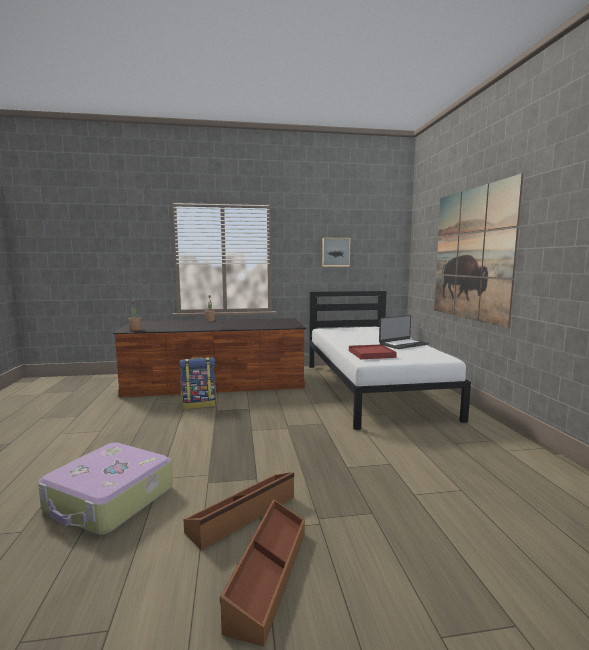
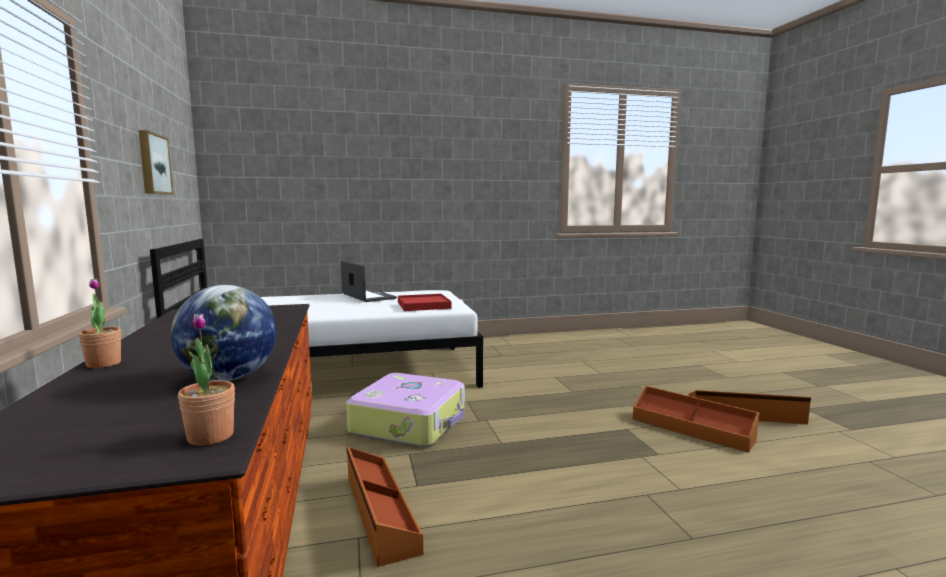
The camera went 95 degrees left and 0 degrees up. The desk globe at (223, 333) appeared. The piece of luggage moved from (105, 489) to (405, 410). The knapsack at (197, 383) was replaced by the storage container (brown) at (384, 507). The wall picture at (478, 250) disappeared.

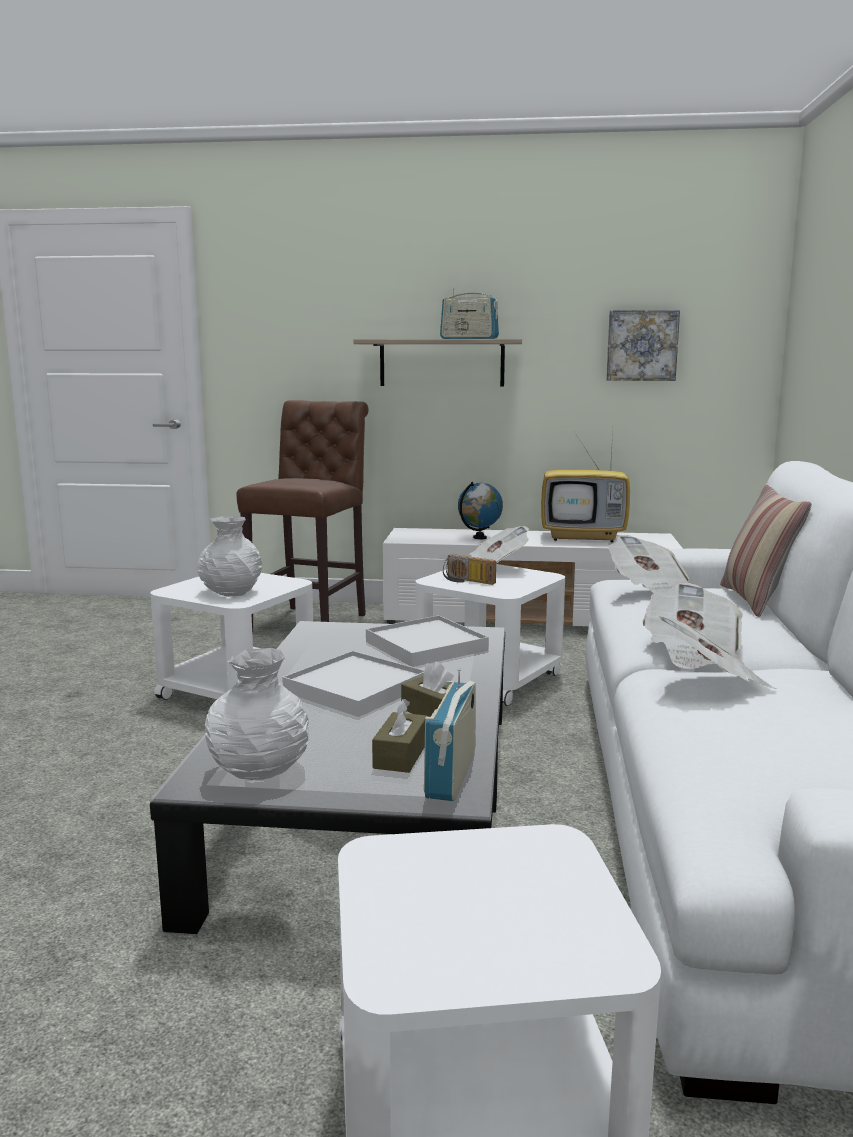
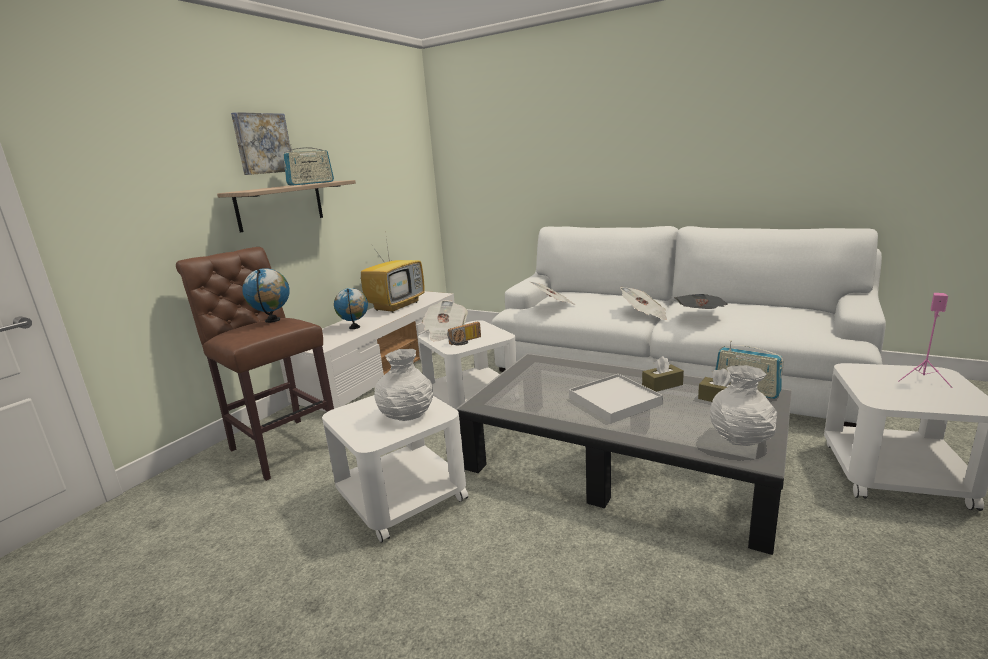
The camera went 65 degrees left and 5 degrees up. The wall picture moved from (643, 345) to (261, 143). The desk globe at (266, 295) appeared. The loudspeaker (pink) at (926, 340) appeared. The serving tray (white) at (427, 641) disappeared. The throw pillow at (766, 550) disappeared.

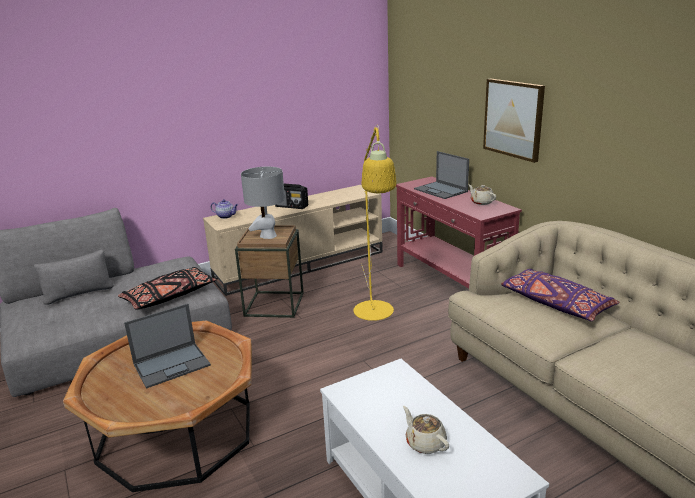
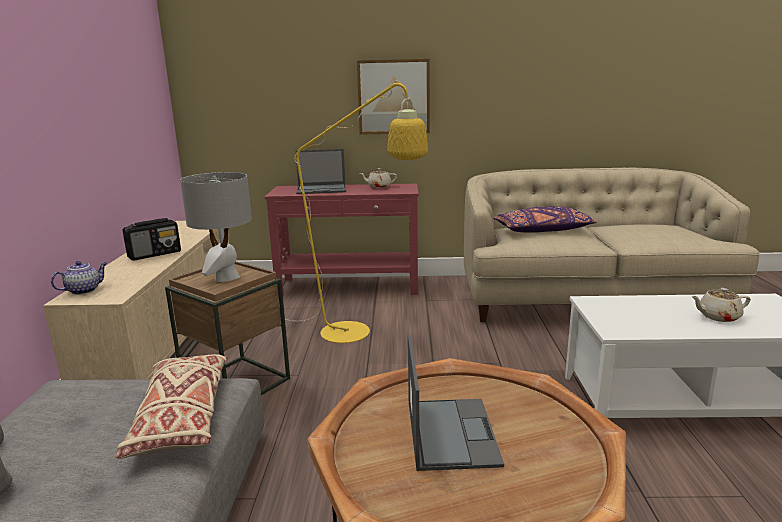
The camera went 60 degrees left and 5 degrees down. The throw pillow (black-coloured) at (167, 288) became the throw pillow (beige) at (171, 406).

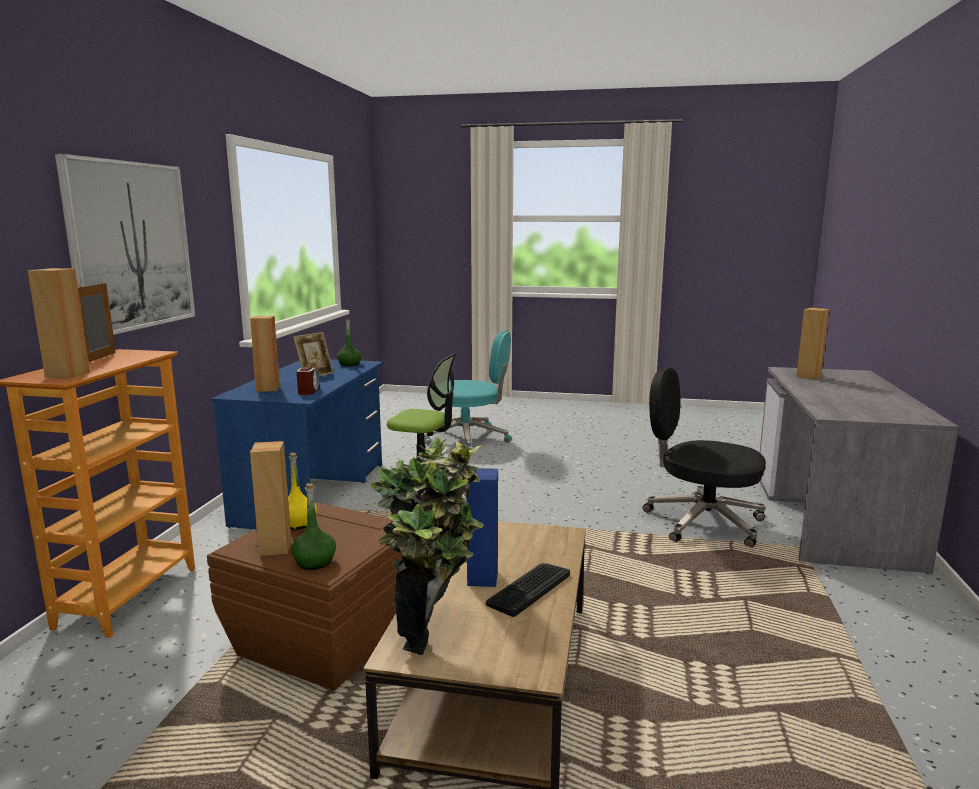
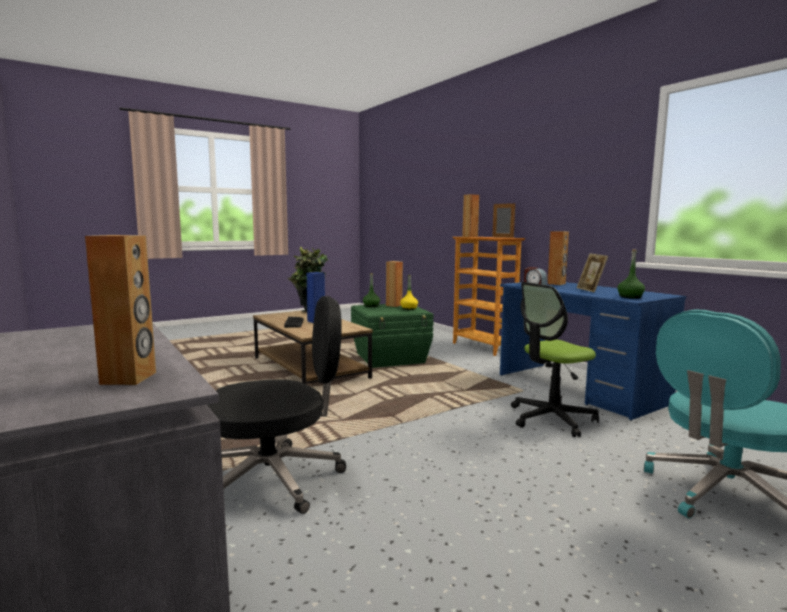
The camera went 135 degrees right and 5 degrees down. The storage container (brown) at (304, 596) became the storage container (green-coloured) at (392, 336). The wall picture at (125, 244) disappeared.

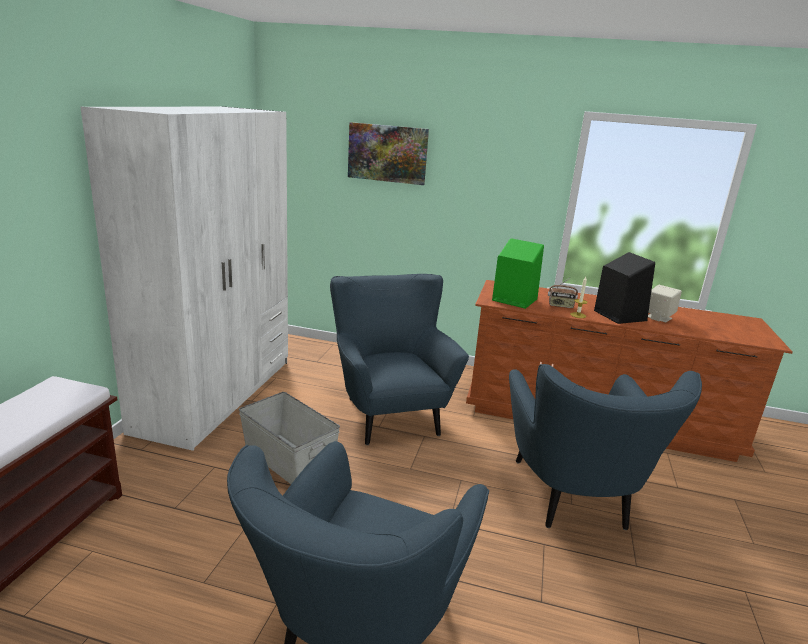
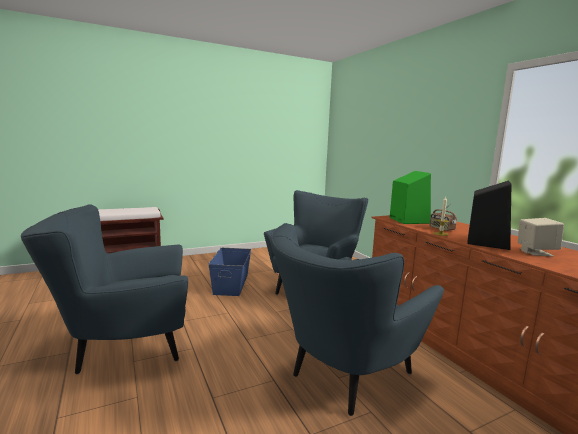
The camera went 50 degrees right and 10 degrees down. The storage container (grey) at (289, 438) became the storage container (blue-coloured) at (229, 272). The clothes cupboard (white) at (184, 278) disappeared. The wall picture at (388, 153) disappeared.

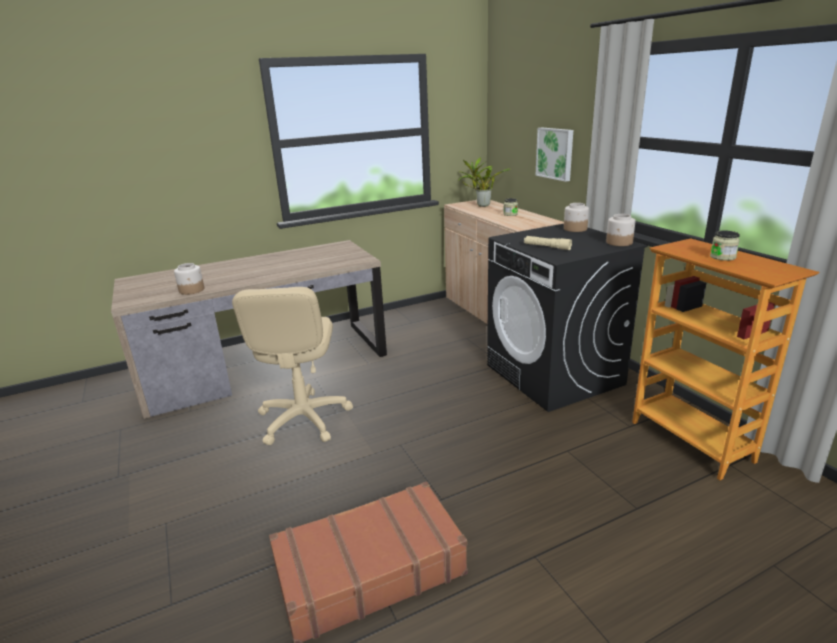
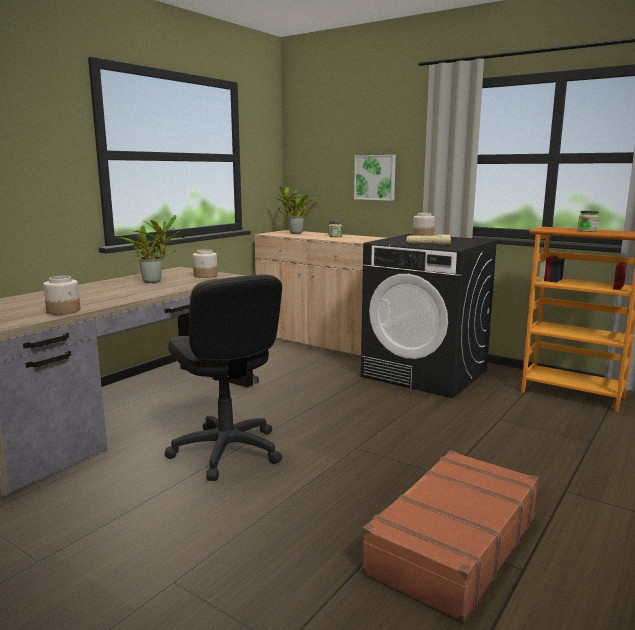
The camera went 30 degrees left and 10 degrees down. The houseplant at (146, 249) appeared. The computer chair (beige) at (292, 366) became the computer chair (black-coloured) at (223, 377). The preserve jar moved from (621, 230) to (205, 263).

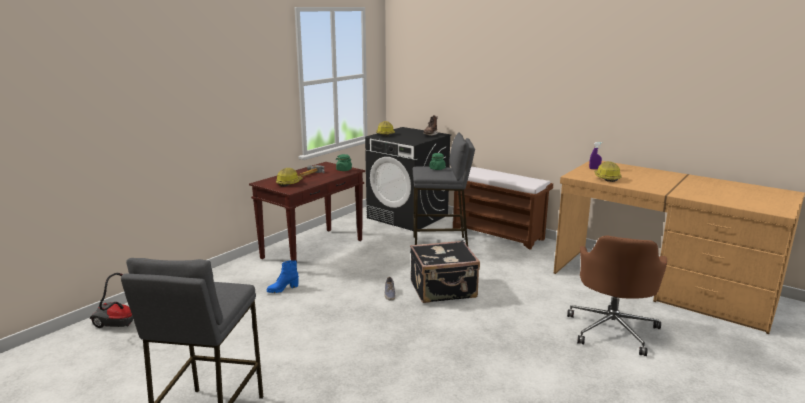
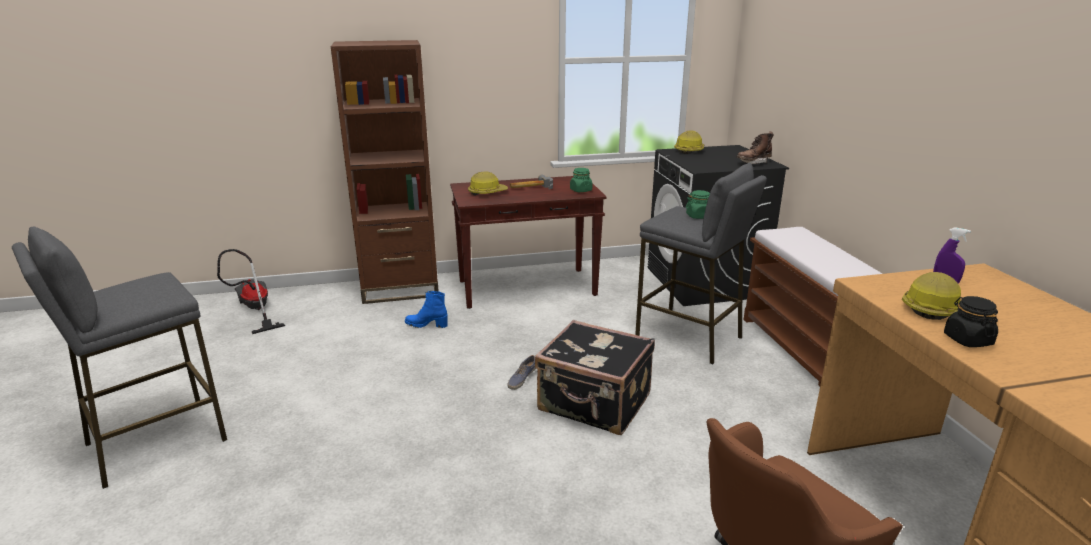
The camera went 40 degrees right and 5 degrees up. The bookcase (brown) at (385, 172) appeared. The preserve jar (black-coloured) at (971, 321) appeared.

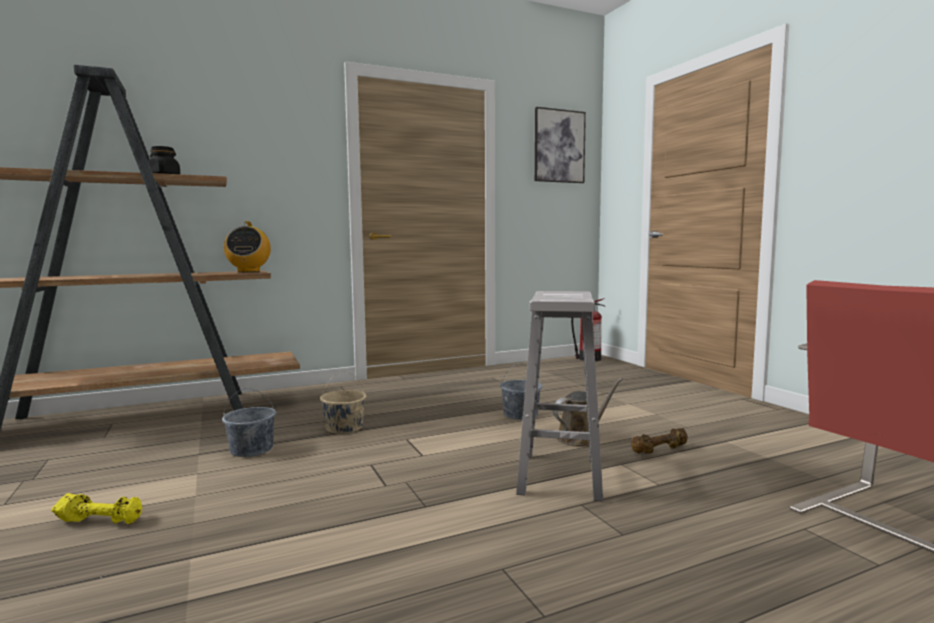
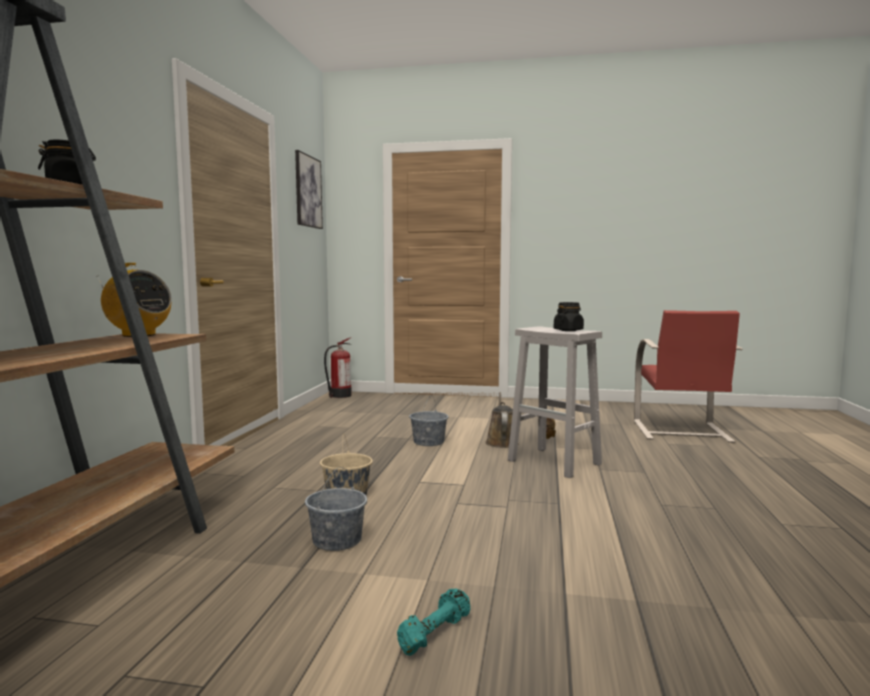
The camera went 55 degrees left and 0 degrees up. The hand weight (yellow-coloured) at (96, 508) became the hand weight (blue-green) at (434, 622). The preserve jar (black-coloured) at (569, 316) appeared.

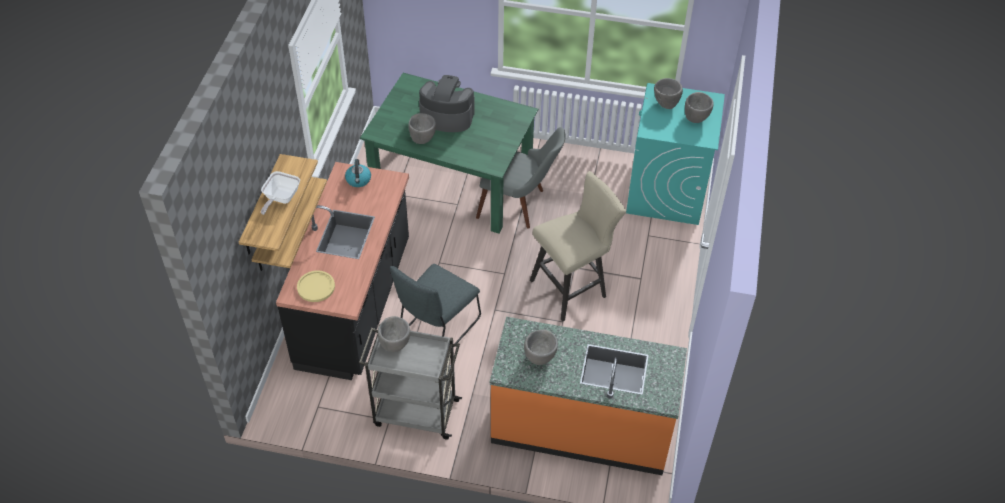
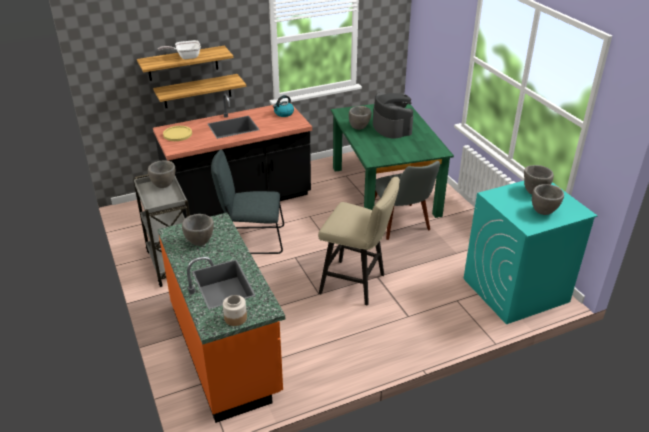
The camera went 55 degrees right and 15 degrees down. The preserve jar at (235, 310) appeared.

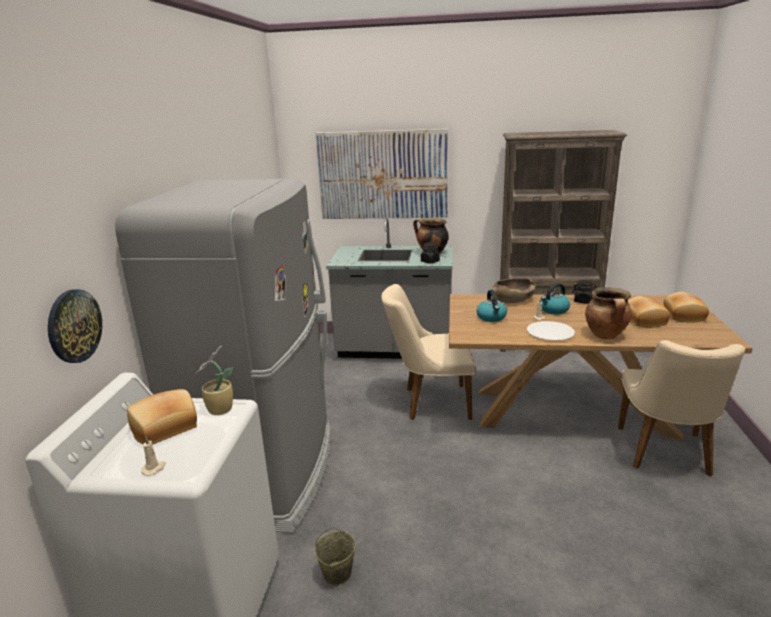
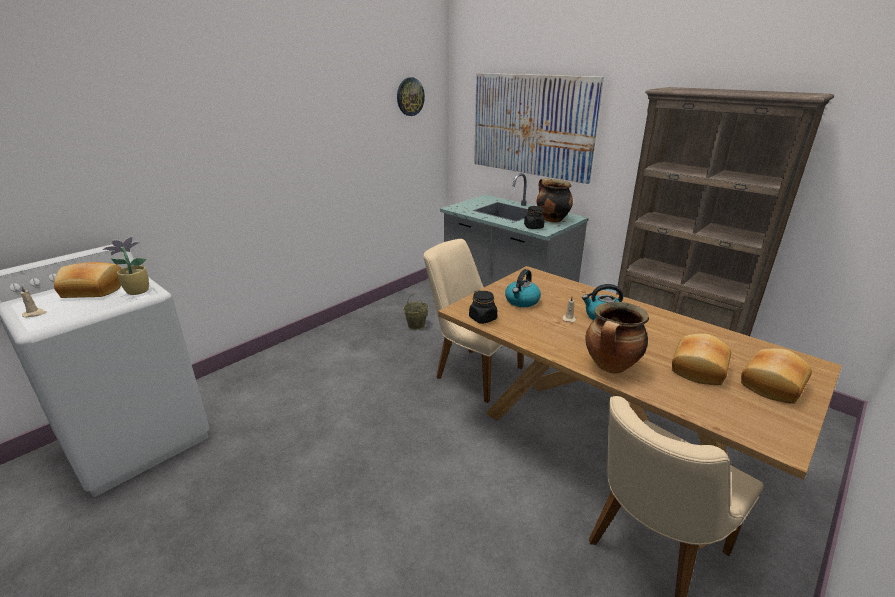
The camera went 35 degrees right and 5 degrees up. The clock on the wall moved from (75, 326) to (411, 96). The water bucket (beige) moved from (335, 556) to (416, 311). The preserve jar (black-coloured) moved from (584, 291) to (483, 307). The kitchen fridge (grey) at (223, 356) disappeared. The serving bowl (brown) at (514, 290) disappeared. The plate (white) at (551, 331) disappeared.

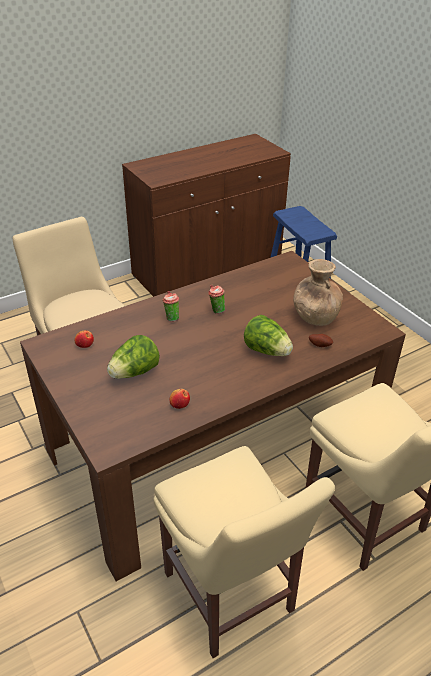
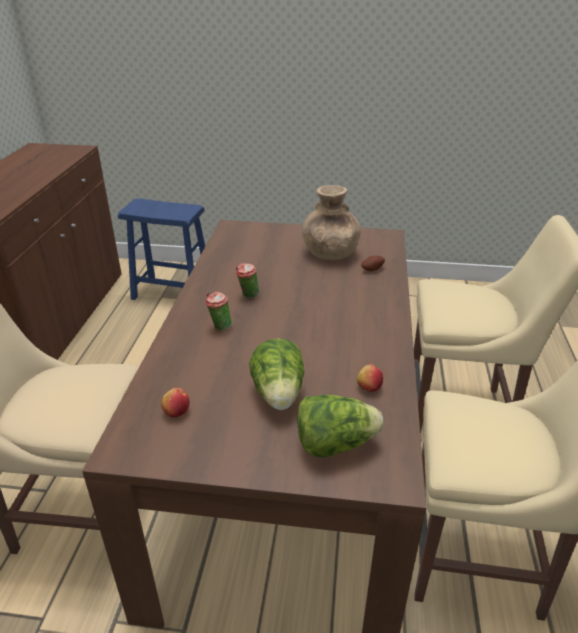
The camera went 50 degrees left and 5 degrees down. The head of lettuce moved from (268, 335) to (340, 426).

